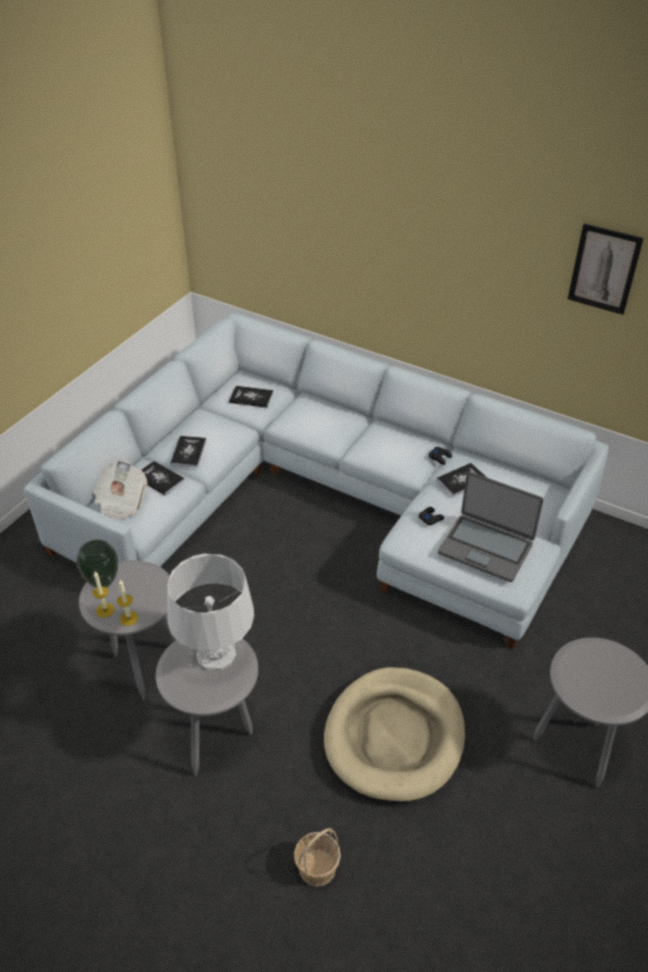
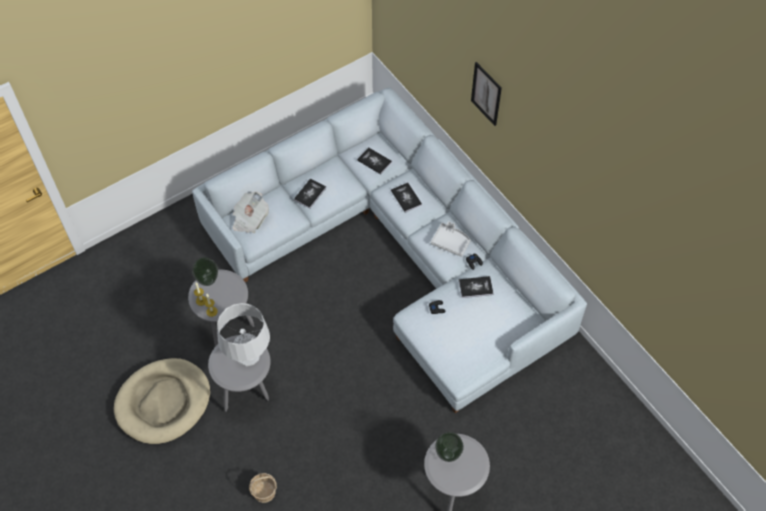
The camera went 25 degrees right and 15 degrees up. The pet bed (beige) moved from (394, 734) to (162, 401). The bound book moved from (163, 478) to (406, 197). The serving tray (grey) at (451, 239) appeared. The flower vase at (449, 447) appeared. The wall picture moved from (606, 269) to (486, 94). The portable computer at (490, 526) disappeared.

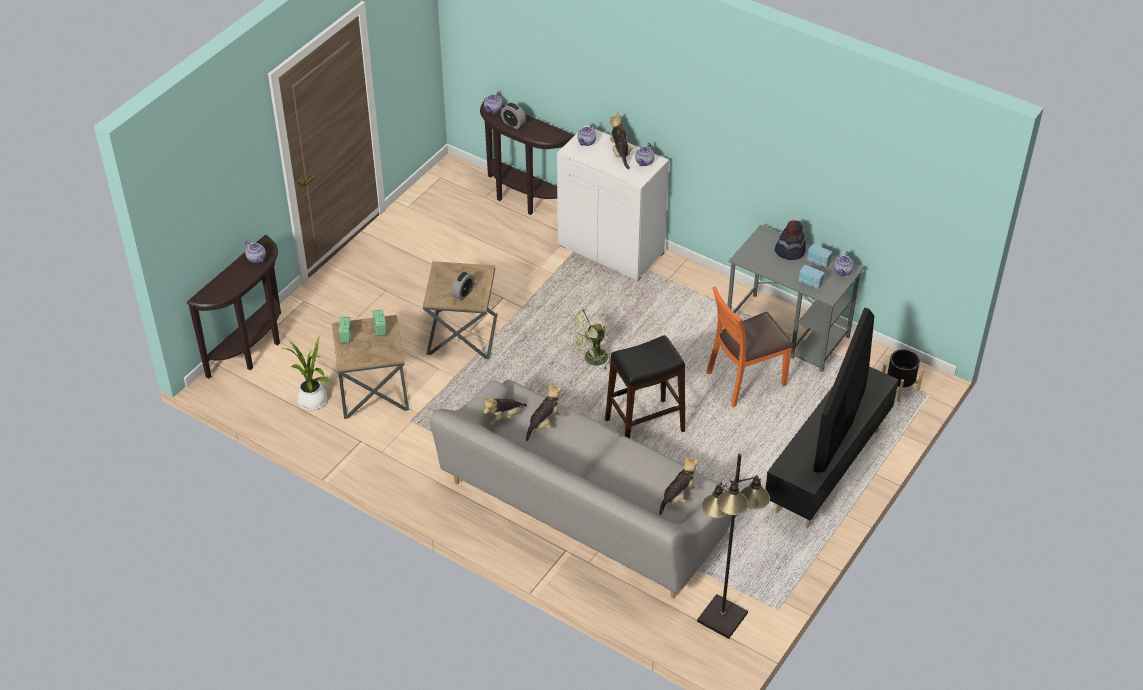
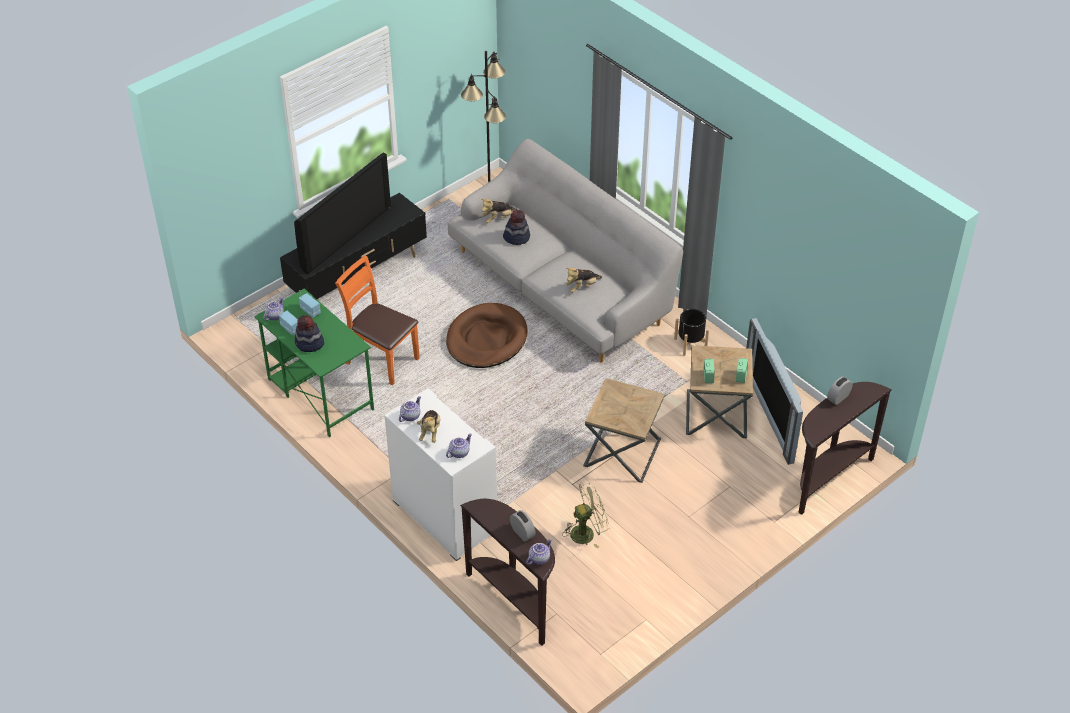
The camera went 165 degrees left and 0 degrees up. The desk (grey) at (795, 298) became the desk (green-coloured) at (314, 363). The plain chair (orange-coloured) at (750, 347) turned 135 degrees counterclockwise. The sitting stool (black-coloured) at (645, 386) was replaced by the pet bed (brown) at (486, 335). The wearable hat at (516, 227) appeared. The cooling fan (green-coloured) moved from (589, 339) to (585, 515). The flower pot (black-coloured) moved from (903, 375) to (691, 332). The houseplant at (305, 373) was replaced by the TV at (774, 391). The bedside clock moved from (463, 286) to (840, 391). The teapot at (255, 251) disappeared. The plush toy at (505, 412) disappeared.

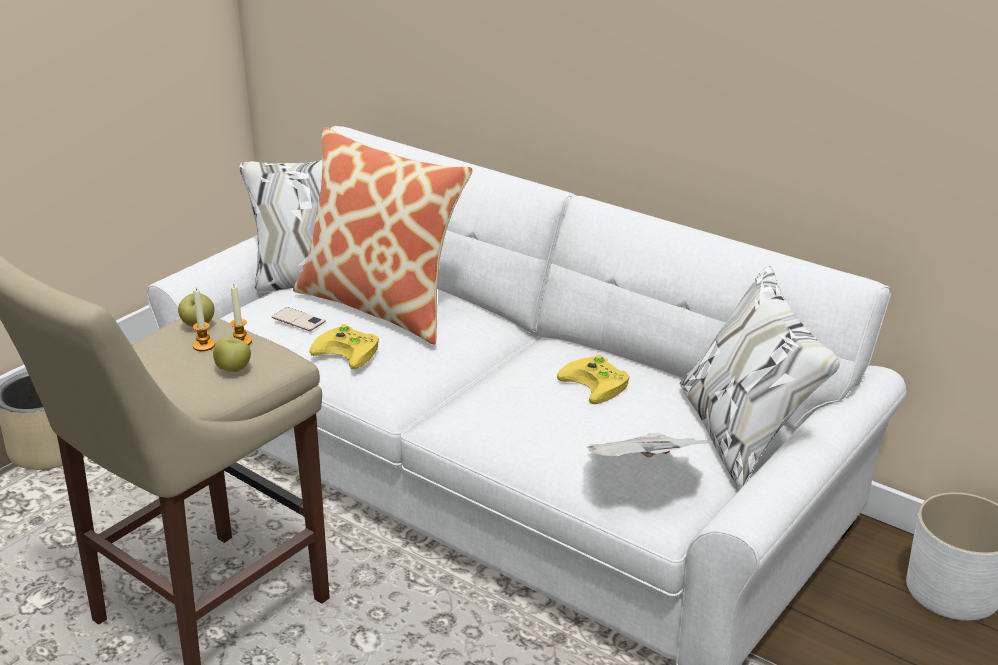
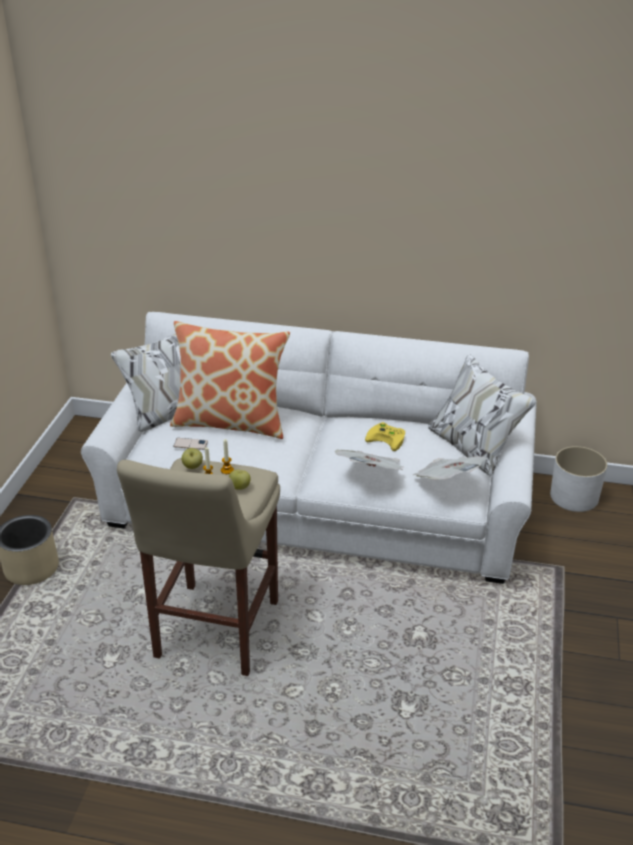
The camera went 25 degrees left and 5 degrees up. The newspaper at (369, 460) appeared. The gamepad (yellow-coloured) at (344, 346) disappeared.

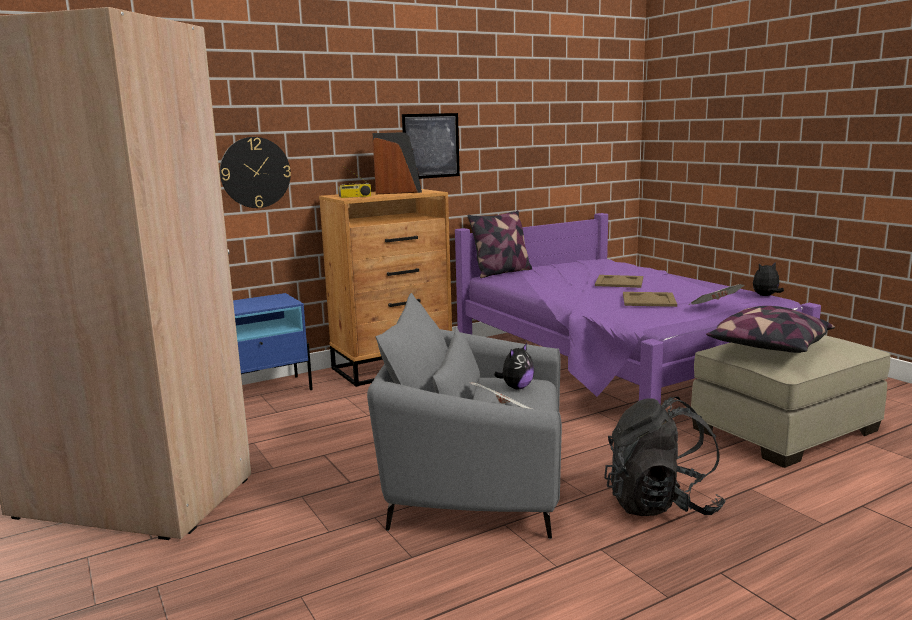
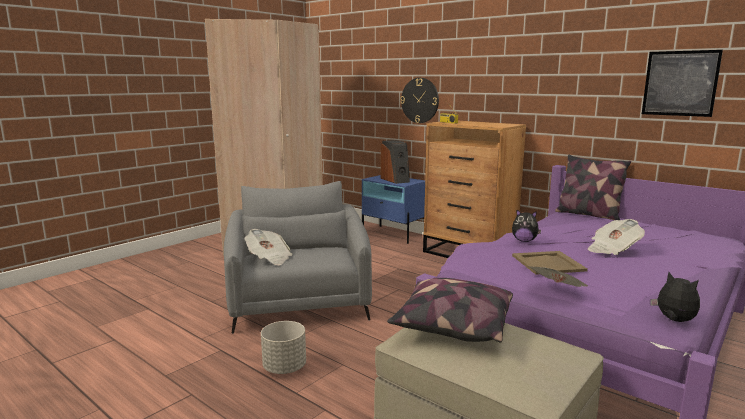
The camera went 70 degrees right and 0 degrees up. The knapsack (black-coloured) at (665, 456) was replaced by the flower pot (grey) at (283, 347). The loudspeaker moved from (397, 163) to (395, 162). The plush toy moved from (514, 366) to (526, 226). The serving tray (beige) at (619, 281) was replaced by the newspaper at (616, 237). The wall picture moved from (431, 146) to (682, 83).

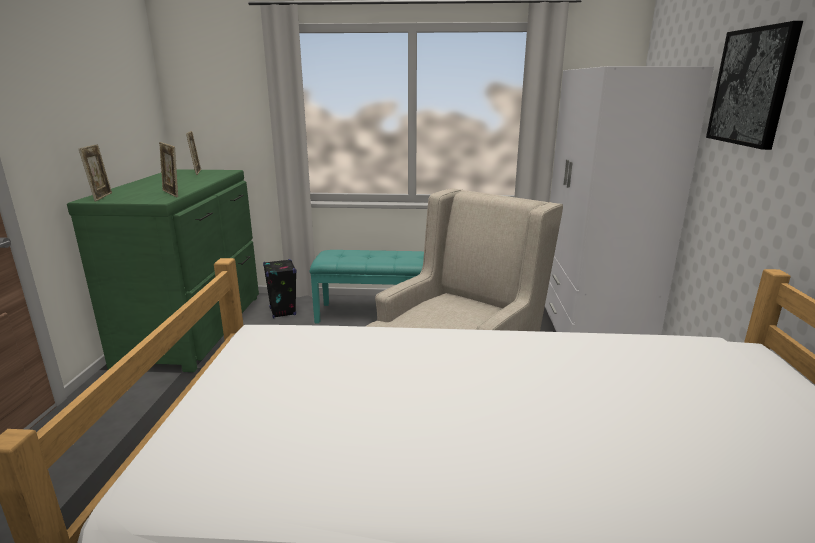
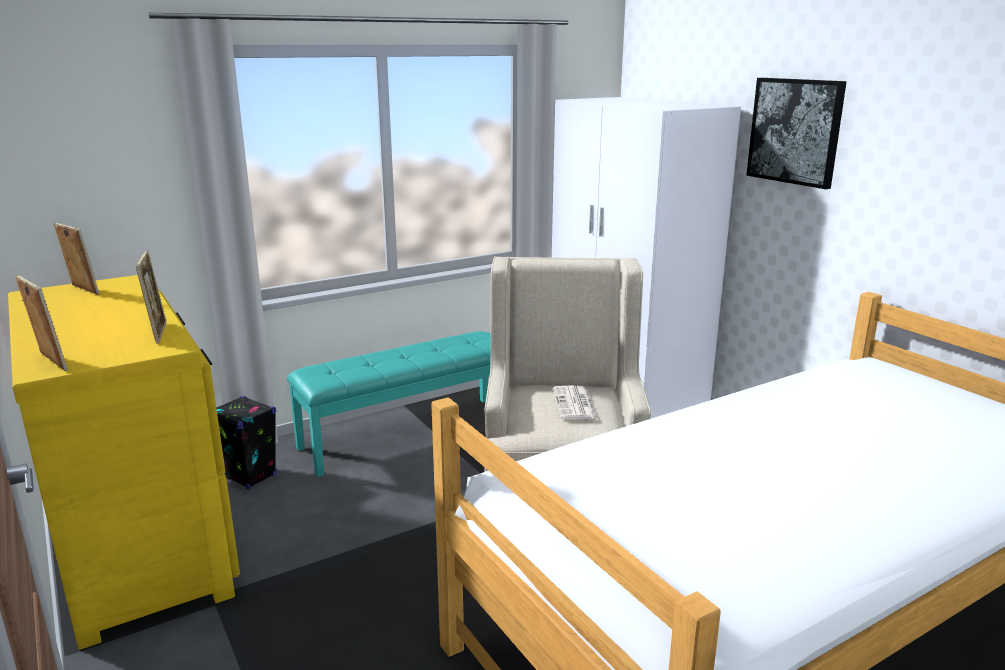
The camera went 35 degrees left and 0 degrees up. The dresser (green-coloured) at (163, 270) became the dresser (yellow-coloured) at (124, 462). The picture frame at (168, 169) turned 120 degrees counterclockwise. The newspaper at (575, 402) appeared.

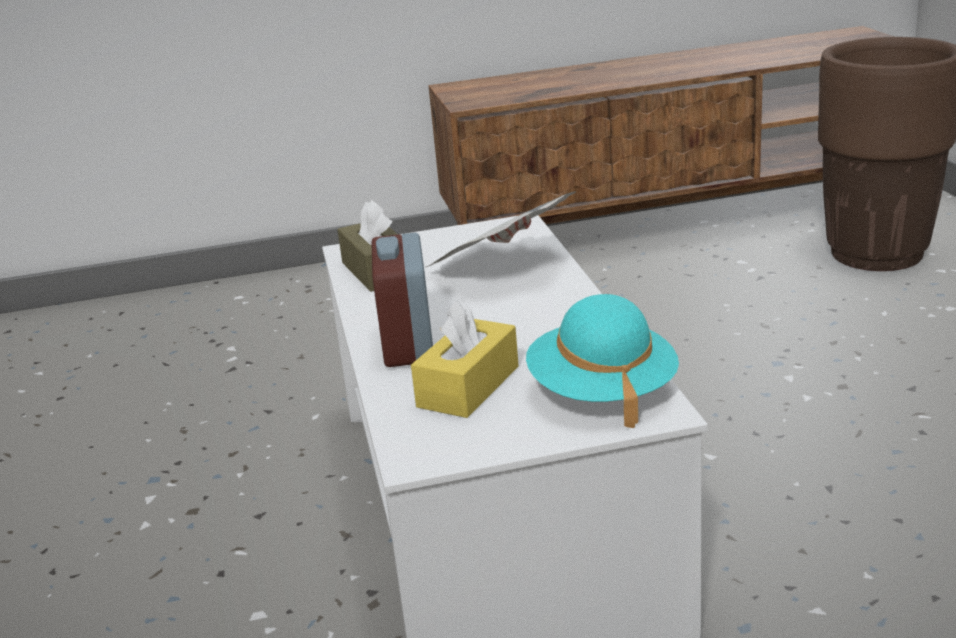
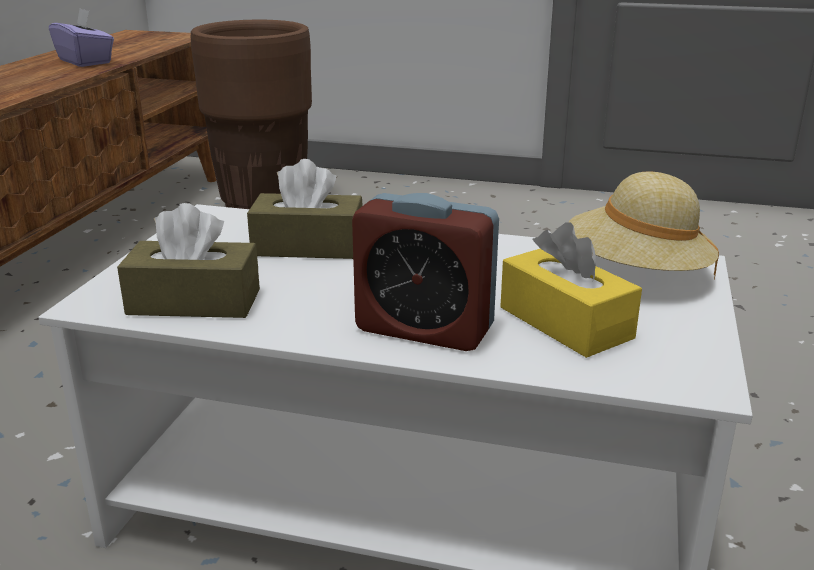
The camera went 65 degrees left and 0 degrees up. The tissue box (purple) at (81, 38) appeared. The newspaper at (501, 229) was replaced by the tissue box (brown) at (305, 209). The wearable hat (blue-green) at (602, 361) became the wearable hat (beige) at (644, 225).

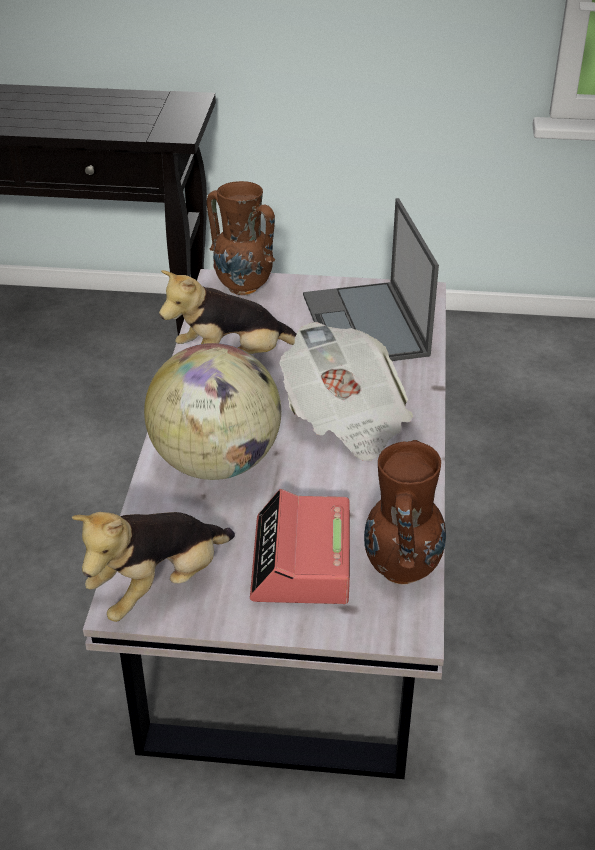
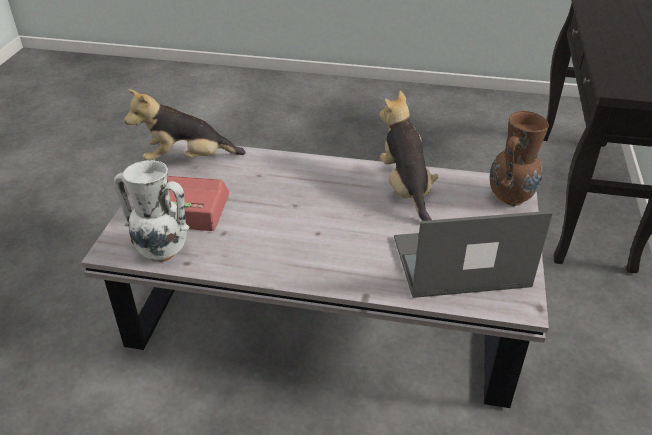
The camera went 95 degrees right and 0 degrees up. The flower vase (brown) at (405, 512) became the flower vase (white) at (151, 211). The plush toy at (153, 567) turned 60 degrees counterclockwise. The desk globe at (212, 411) disappeared. The newspaper at (346, 391) disappeared.

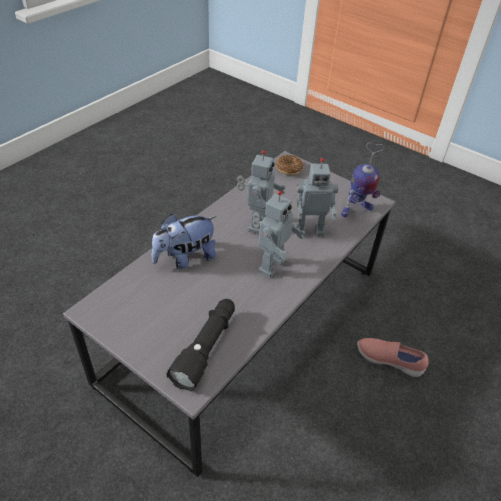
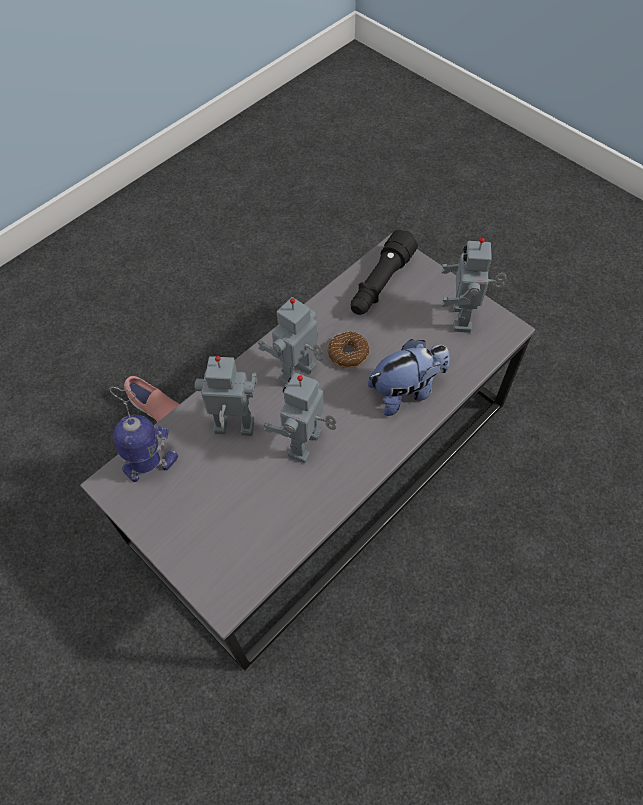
The camera went 170 degrees left and 15 degrees up. The ring doughnut moved from (289, 165) to (348, 350). The toy robot at (474, 285) appeared.

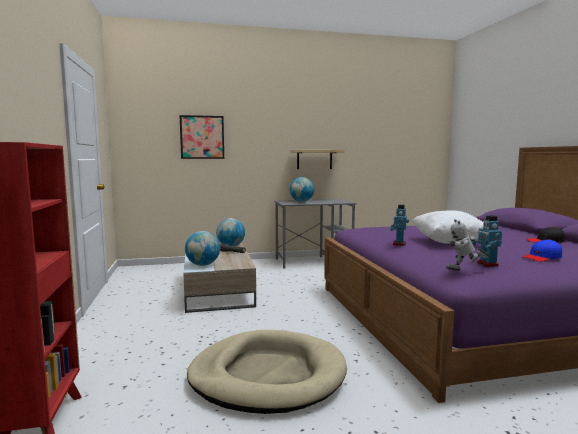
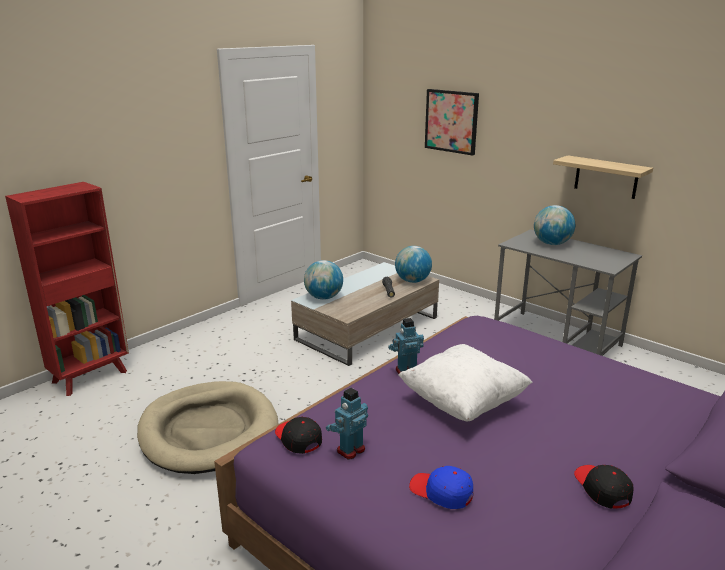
The camera went 55 degrees right and 15 degrees up. The toy robot at (467, 245) was replaced by the peaked cap (black-coloured) at (298, 435).

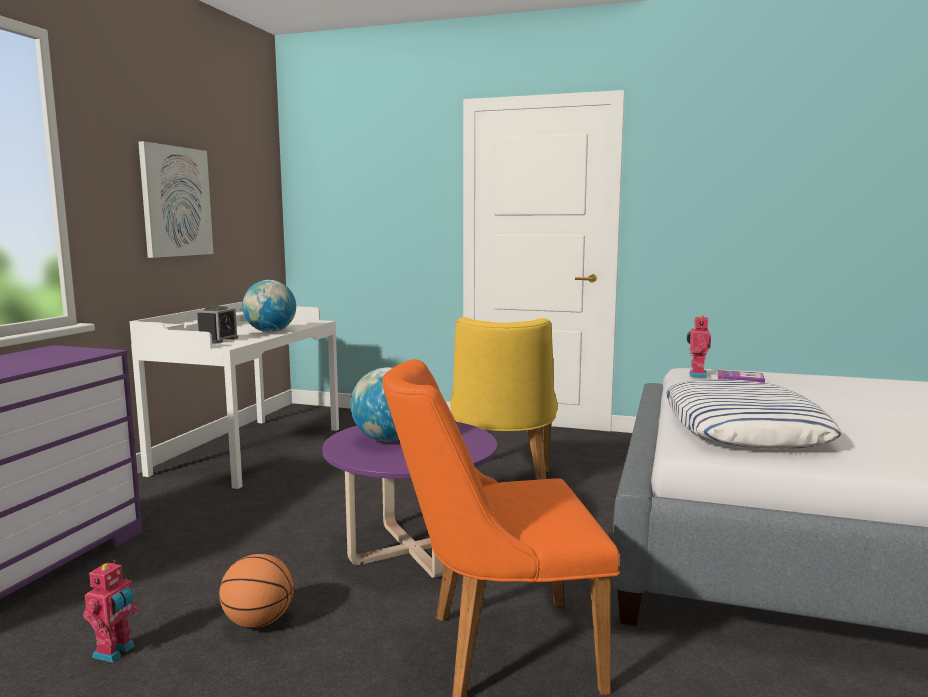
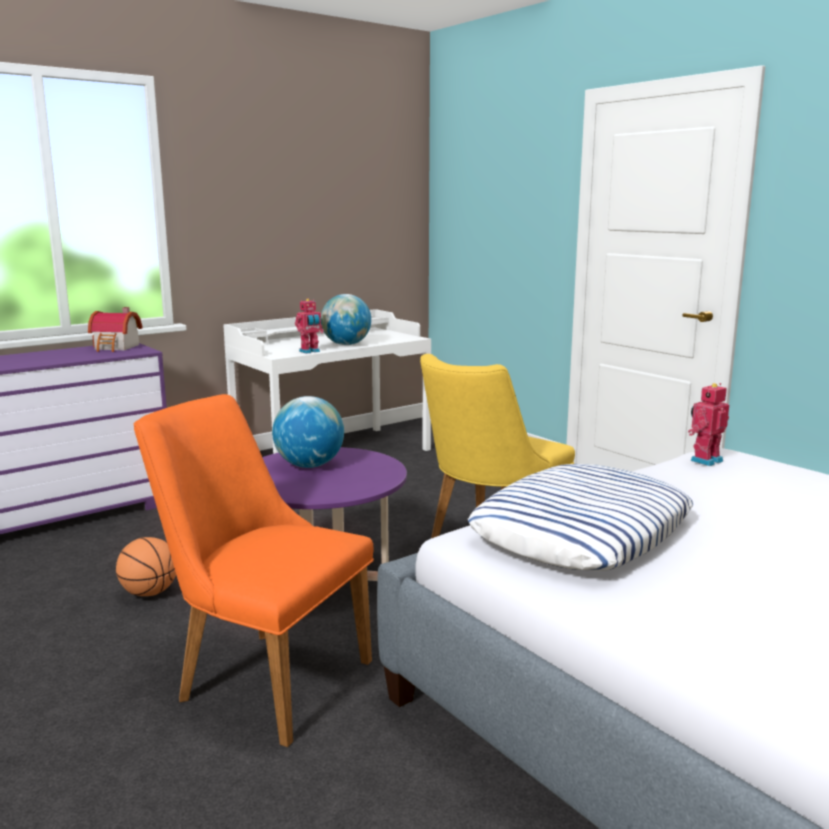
The camera went 35 degrees right and 5 degrees up. The miniature house at (115, 329) appeared. The toy robot moved from (111, 611) to (309, 326). The wall picture at (175, 199) disappeared. The bedside clock at (217, 325) disappeared. The bound book at (741, 376) disappeared.

